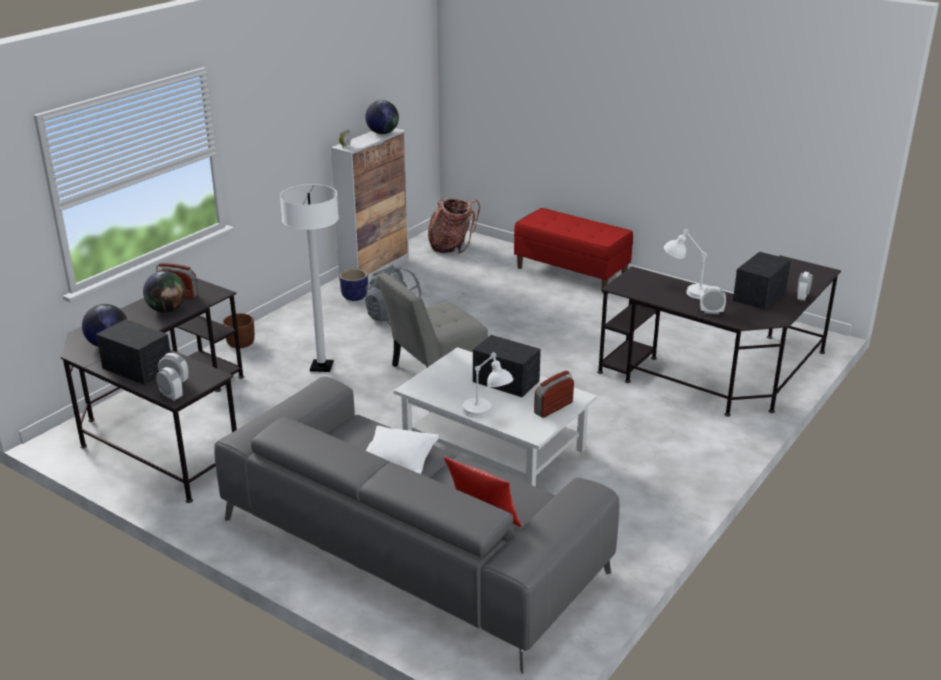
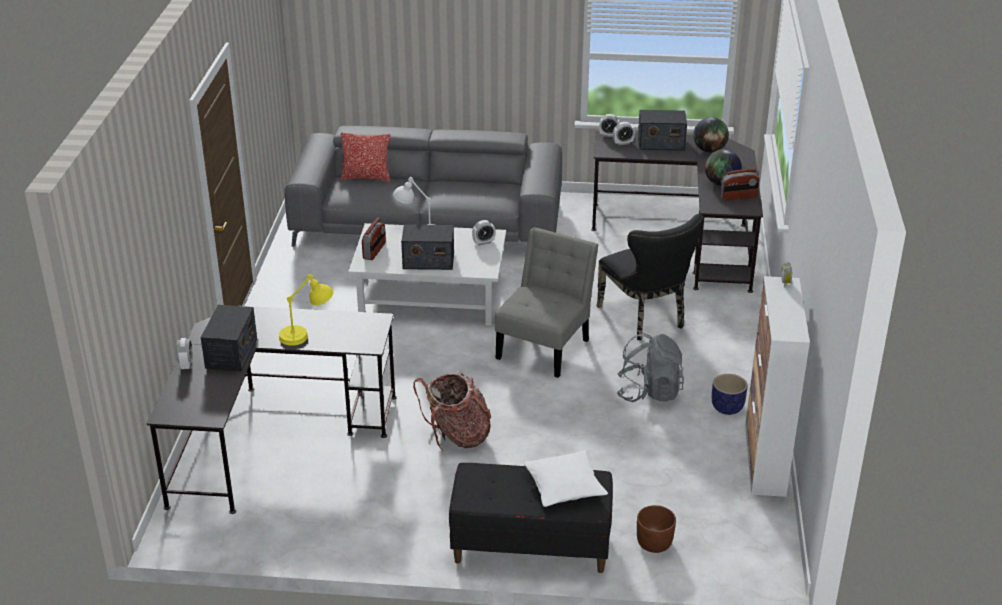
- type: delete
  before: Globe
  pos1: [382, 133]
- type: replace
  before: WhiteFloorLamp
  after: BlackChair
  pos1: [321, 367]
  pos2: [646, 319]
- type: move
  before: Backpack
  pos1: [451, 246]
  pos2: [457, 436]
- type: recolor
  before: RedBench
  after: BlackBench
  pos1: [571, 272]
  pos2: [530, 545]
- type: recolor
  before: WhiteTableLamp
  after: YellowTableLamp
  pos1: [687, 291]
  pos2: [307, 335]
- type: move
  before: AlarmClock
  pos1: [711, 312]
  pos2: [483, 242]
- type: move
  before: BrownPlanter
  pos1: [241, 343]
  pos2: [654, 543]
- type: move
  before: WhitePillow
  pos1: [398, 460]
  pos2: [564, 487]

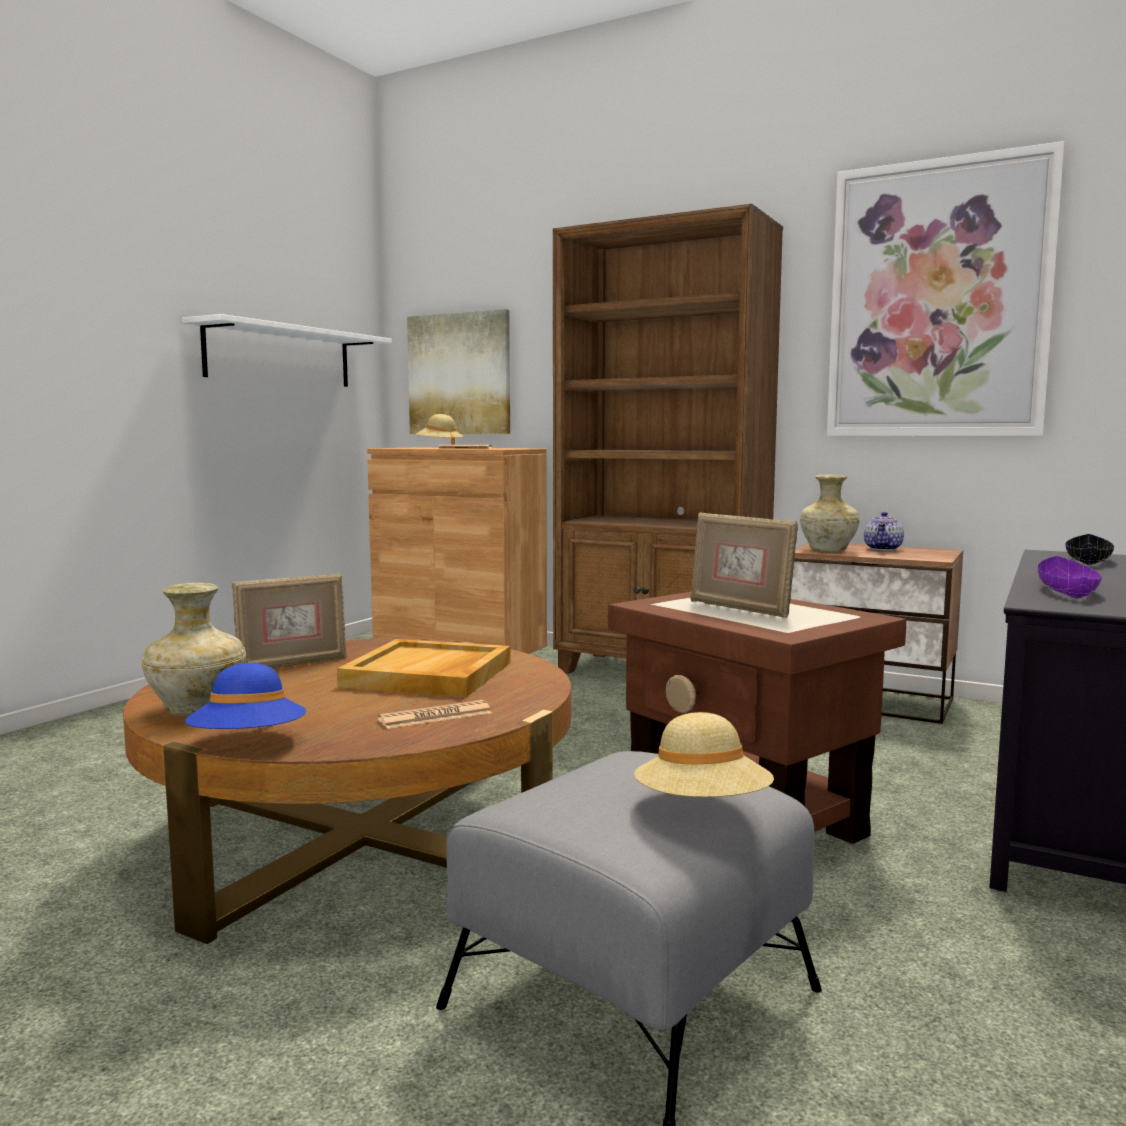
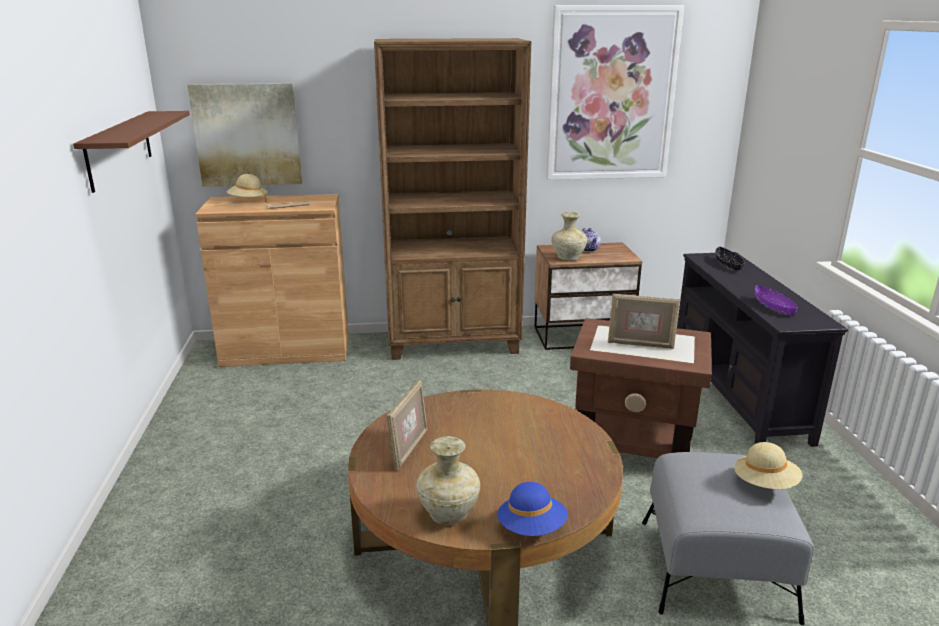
- type: recolor
  before: WhiteShelf
  after: BrownShelf
  pos1: [280, 356]
  pos2: [119, 149]
- type: delete
  before: BeigeTray
  pos1: [429, 675]
- type: delete
  before: Newspaper
  pos1: [435, 716]

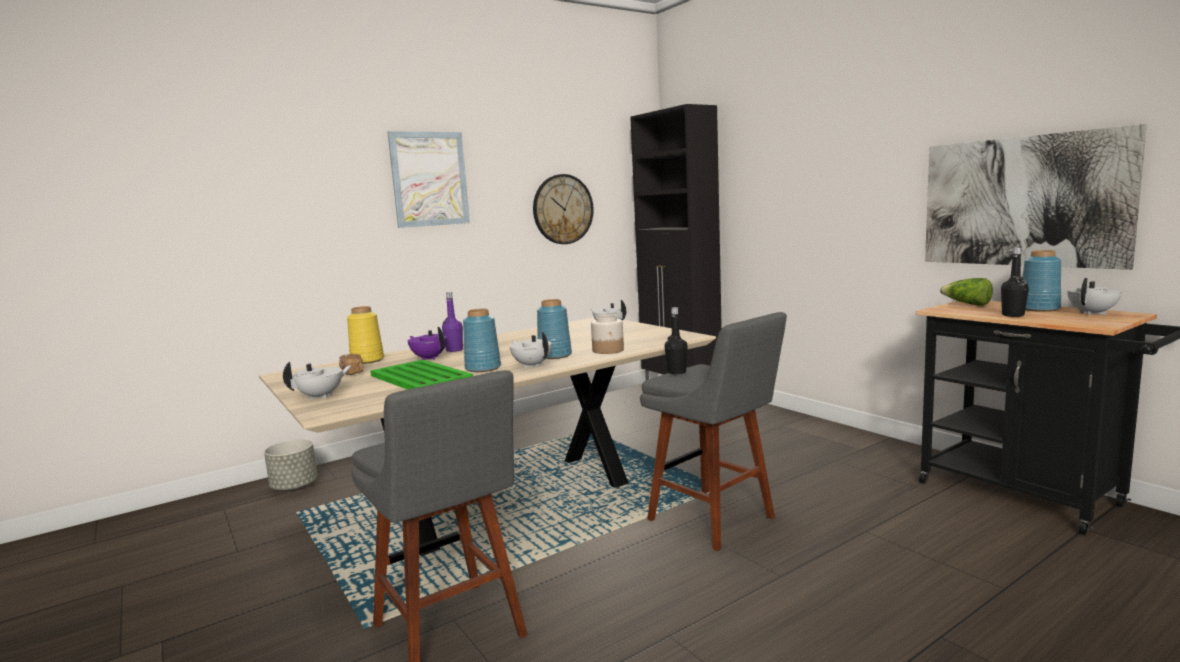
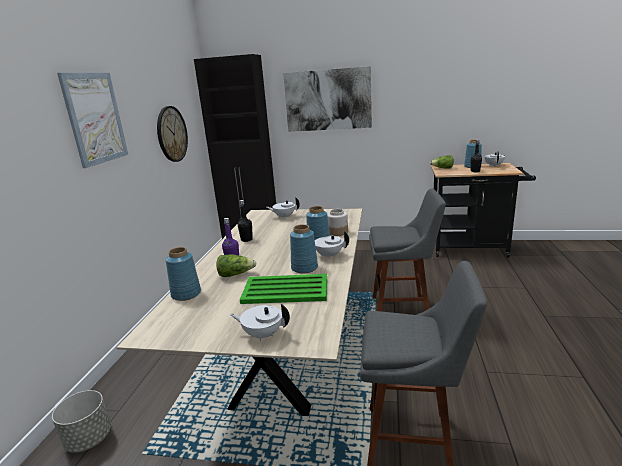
- type: move
  before: Picture
  pos1: [1022, 201]
  pos2: [328, 100]
- type: recolor
  before: YellowVase
  after: BlueVase
  pos1: [366, 360]
  pos2: [186, 294]
- type: move
  before: BlackBottle
  pos1: [676, 372]
  pos2: [246, 240]
- type: replace
  before: PurpleTeapot
  after: Lettuce
  pos1: [429, 358]
  pos2: [235, 274]
- type: delete
  before: Bread
  pos1: [351, 372]
- type: rotate
  before: WhiteTeapot
  pos1: [321, 396]
  pos2: [262, 334]
  turn: -75

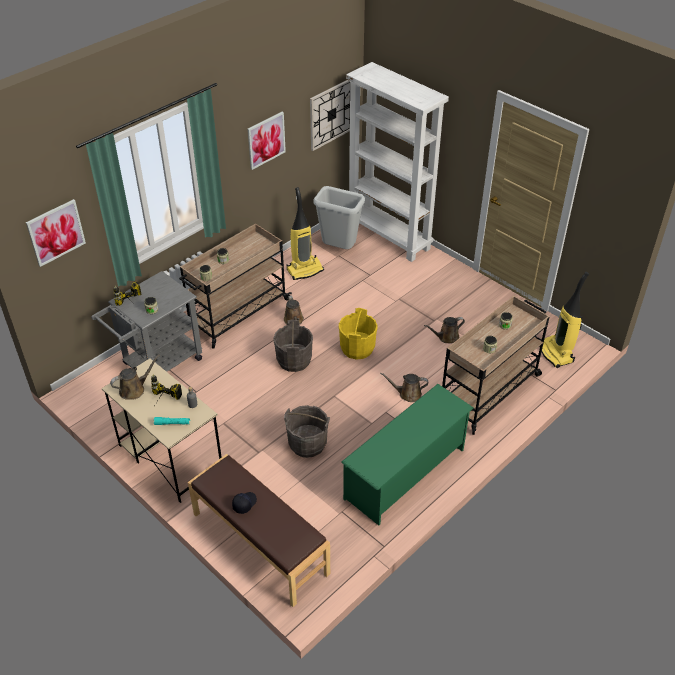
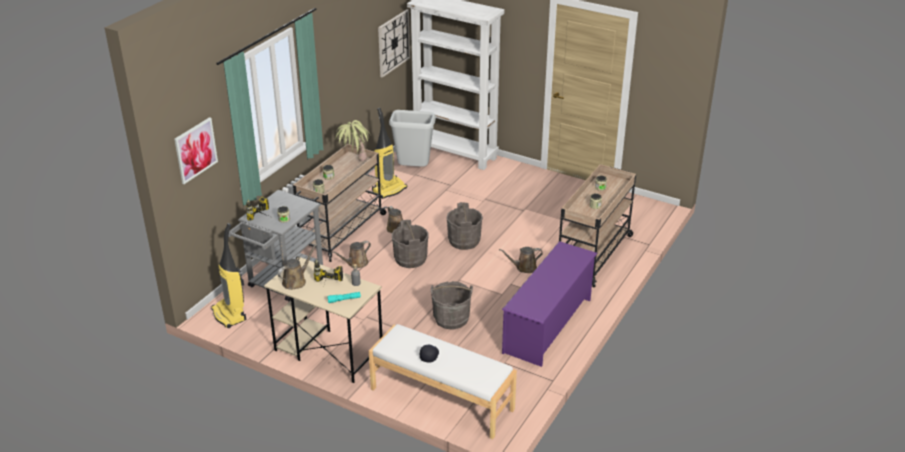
- type: delete
  before: Picture
  pos1: [266, 140]
- type: move
  before: VacuumCleaner
  pos1: [556, 353]
  pos2: [230, 315]
- type: recolor
  before: YellowBucket
  after: GreyBucket
  pos1: [357, 348]
  pos2: [464, 241]
- type: move
  before: BrownWateringCan
  pos1: [446, 337]
  pos2: [356, 263]
- type: recolor
  before: GreenShoeRack
  after: PurpleShoeRack
  pos1: [405, 474]
  pos2: [548, 325]
- type: recolor
  before: BrownBench
  after: WhiteBench
  pos1: [259, 544]
  pos2: [441, 399]
- type: insert
  after: PottedPlant
  pos2: [354, 164]

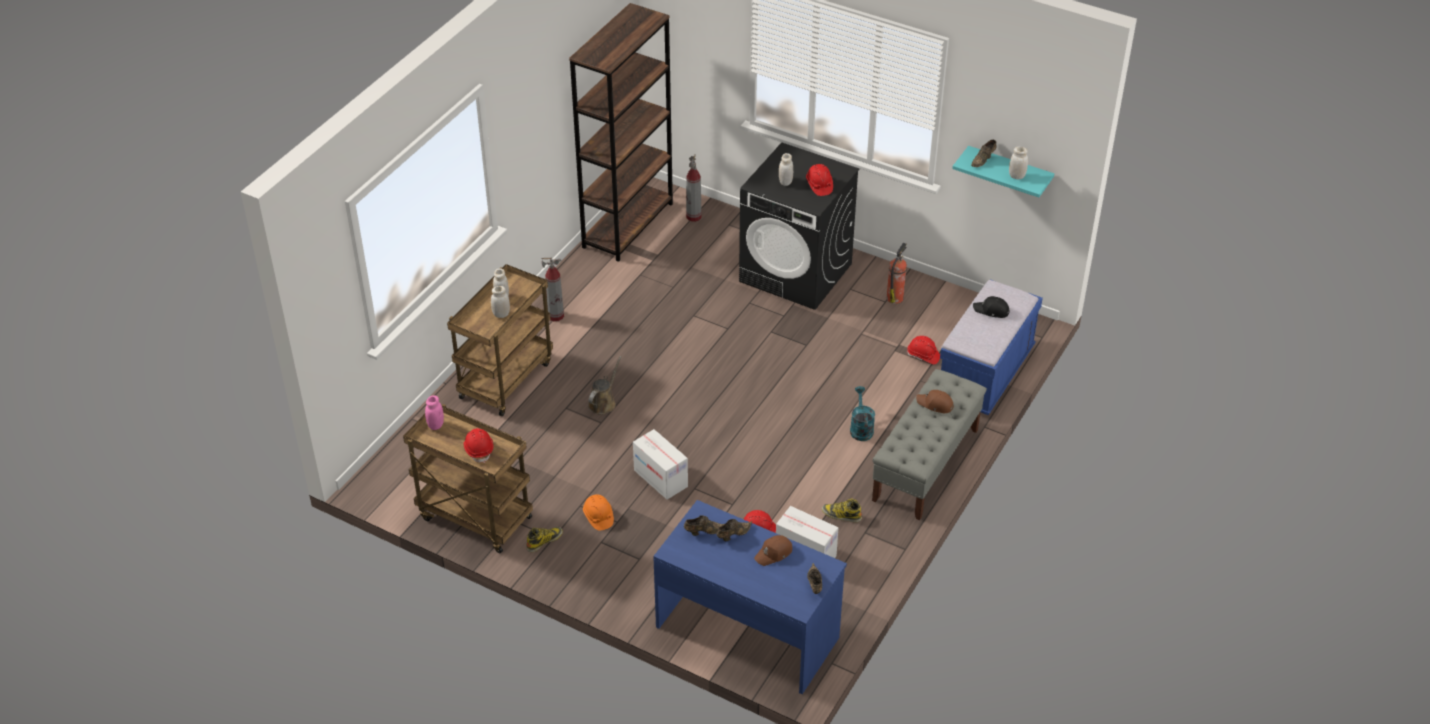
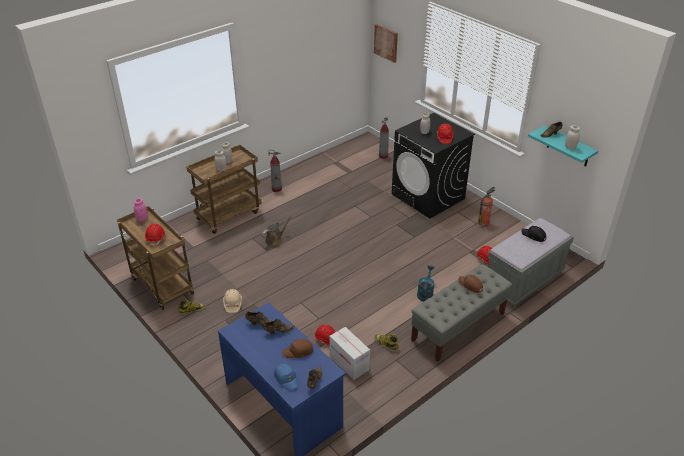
- type: delete
  before: BrownBookcase
  pos1: [628, 225]
- type: recolor
  before: BlueBench
  after: GreyBench
  pos1: [985, 374]
  pos2: [524, 280]
- type: delete
  before: CardboardBox
  pos1: [660, 478]
- type: recolor
  before: OrangeHardHat
  after: BeigeHardHat
  pos1: [598, 517]
  pos2: [232, 304]
- type: insert
  after: Picture
  pos2: [386, 42]
- type: insert
  after: BlueCap
  pos2: [286, 378]

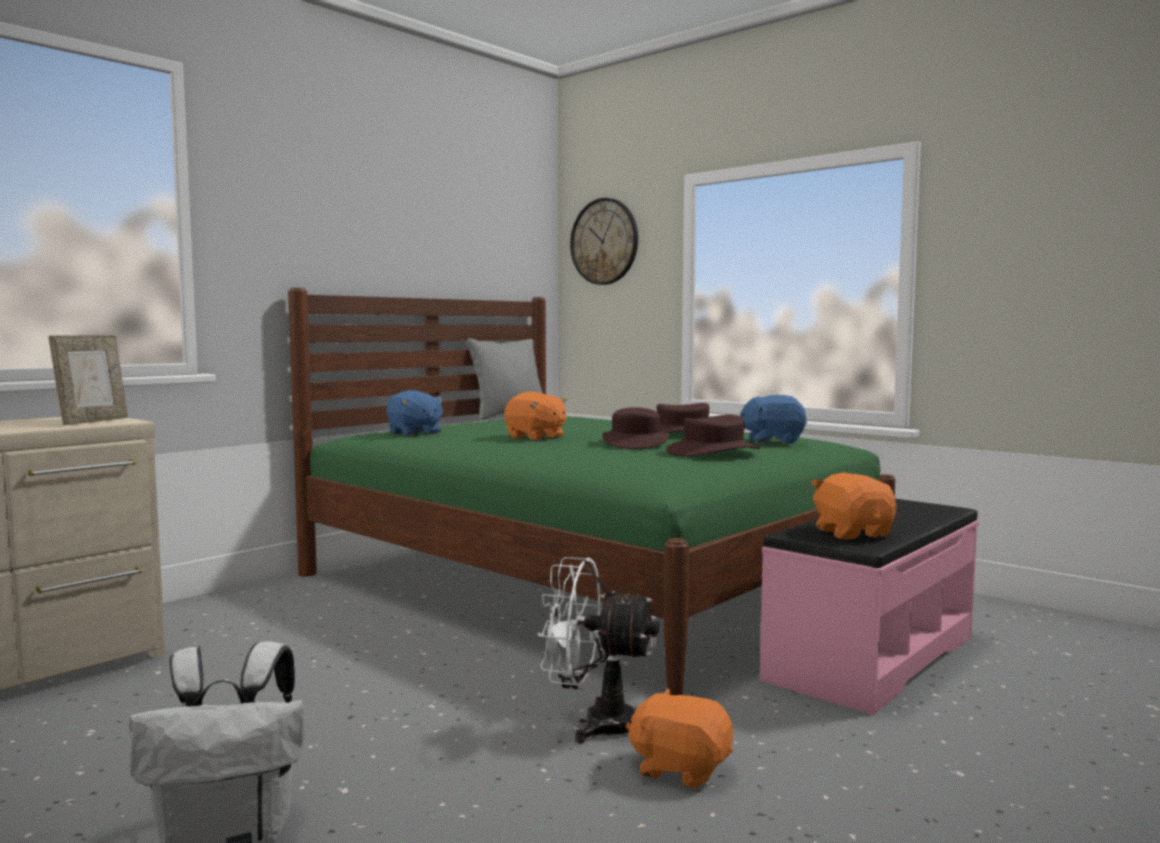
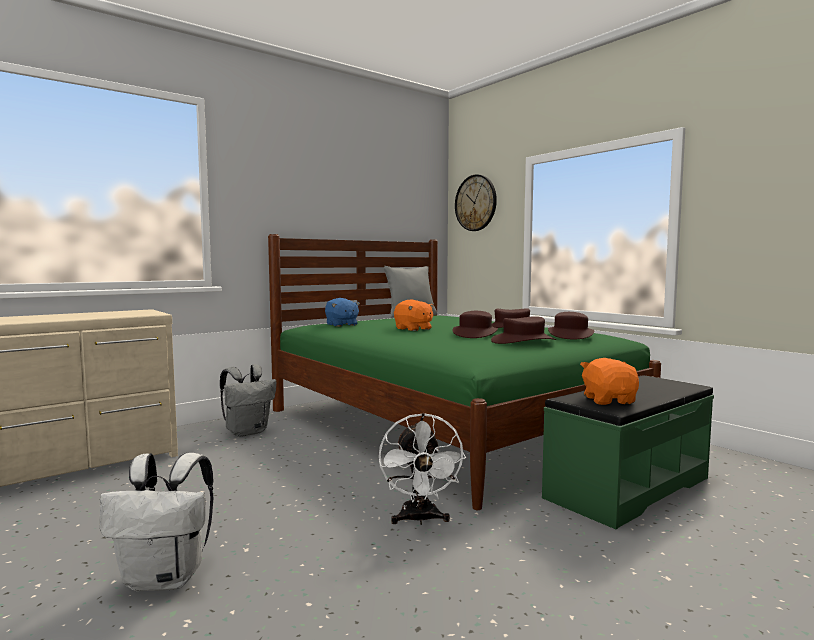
- type: delete
  before: PictureFrame
  pos1: [92, 421]
- type: replace
  before: BluePlushToy
  after: BrownHat
  pos1: [772, 441]
  pos2: [570, 335]
- type: recolor
  before: PinkBench
  after: GreenBench
  pos1: [870, 657]
  pos2: [627, 487]
- type: rotate
  before: WhiteFan
  pos1: [596, 724]
  pos2: [420, 519]
  turn: -120
- type: delete
  before: OrangePlushToy
  pos1: [680, 768]
- type: insert
  after: GreyBackpack
  pos2: [247, 432]

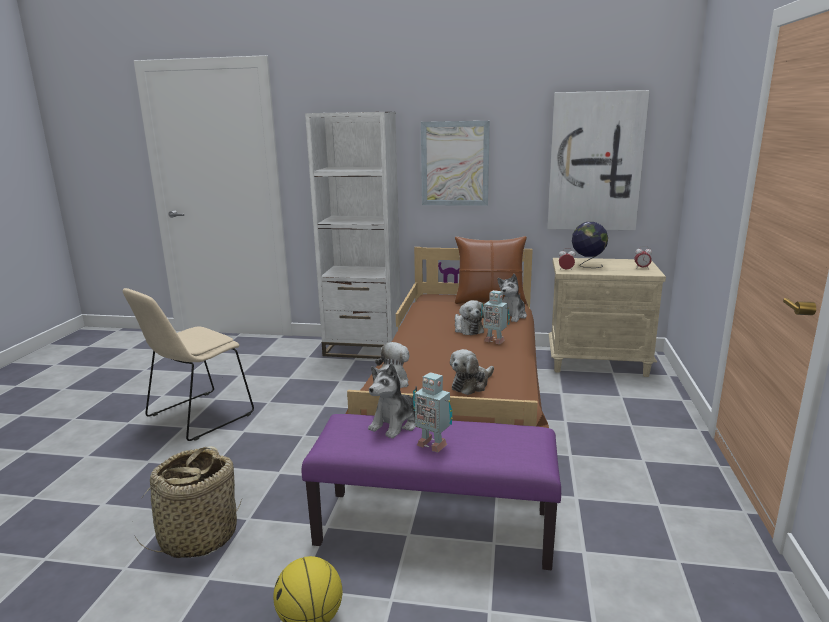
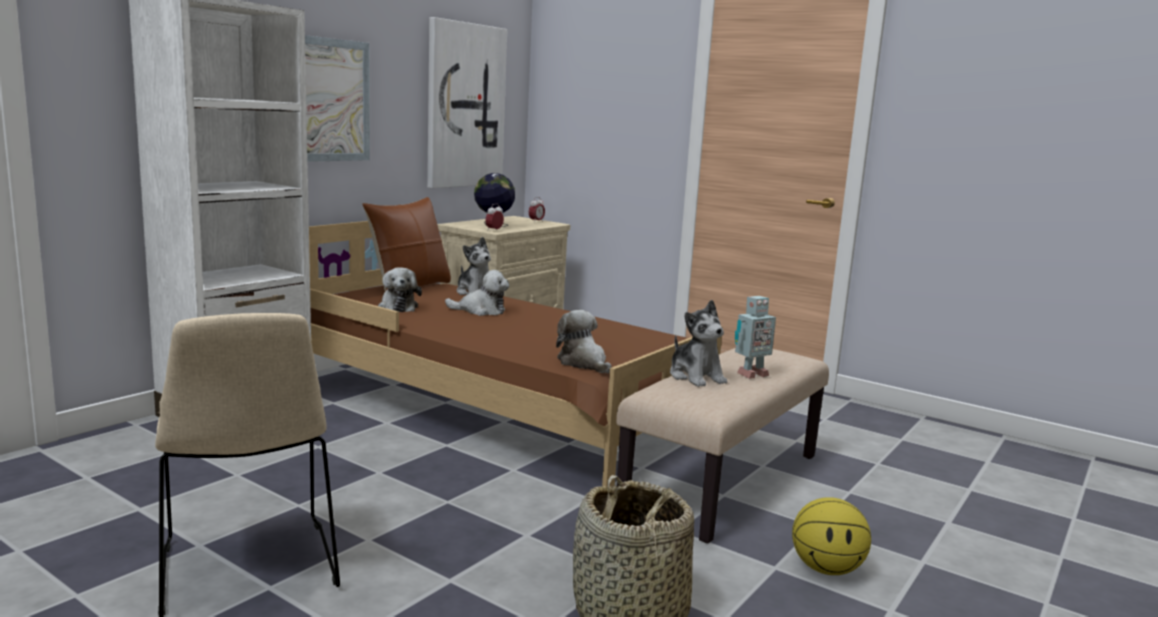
- type: delete
  before: ToyRobot
  pos1: [494, 340]
- type: move
  before: PlushToy
  pos1: [471, 384]
  pos2: [398, 307]
- type: recolor
  before: PurpleBench
  after: BeigeBench
  pos1: [435, 527]
  pos2: [722, 481]

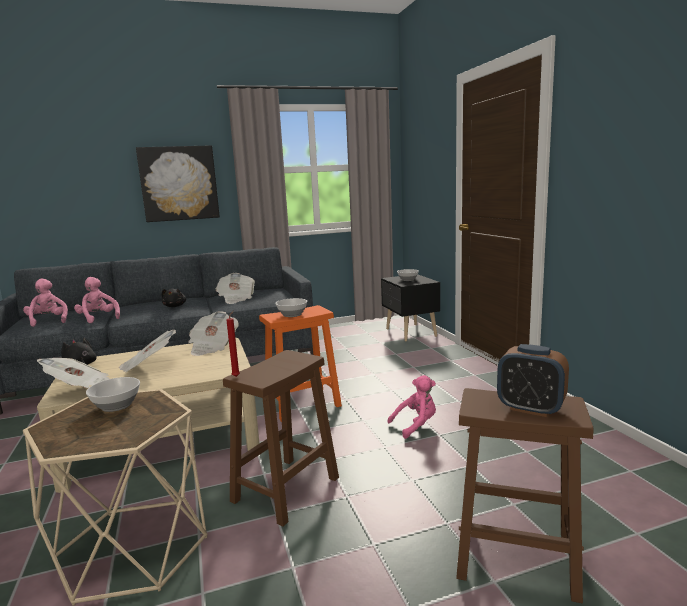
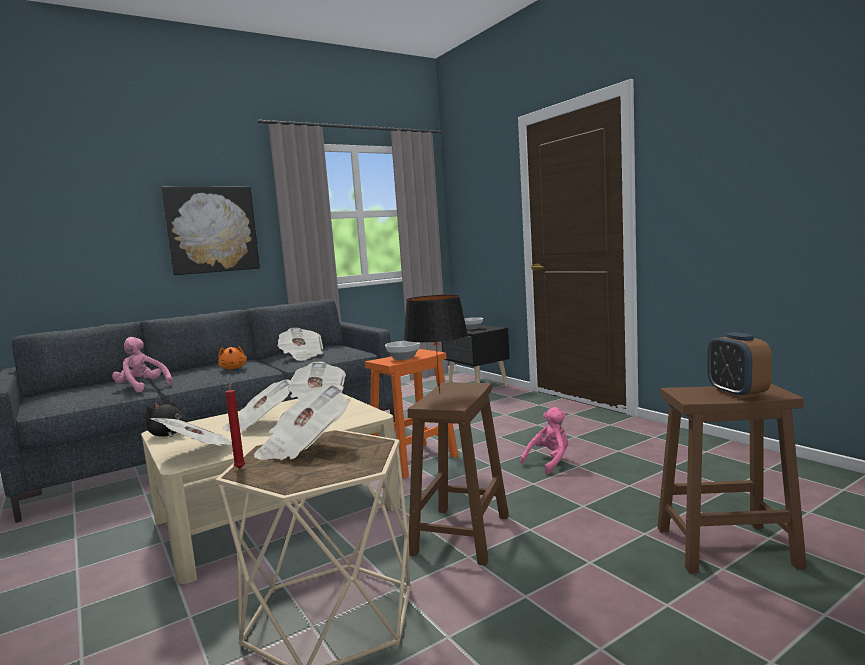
- type: delete
  before: PinkPlushToy
  pos1: [48, 321]
- type: recolor
  before: BlackPlushToy
  after: OrangePlushToy
  pos1: [175, 306]
  pos2: [233, 368]
- type: move
  before: RedCandle
  pos1: [237, 376]
  pos2: [241, 468]
- type: rotate
  before: AlarmClock
  pos1: [530, 408]
  pos2: [737, 393]
  turn: 60
- type: replace
  before: Bowl
  after: Newspaper
  pos1: [115, 406]
  pos2: [304, 447]
- type: insert
  after: BlackTableLamp
  pos2: [440, 393]

